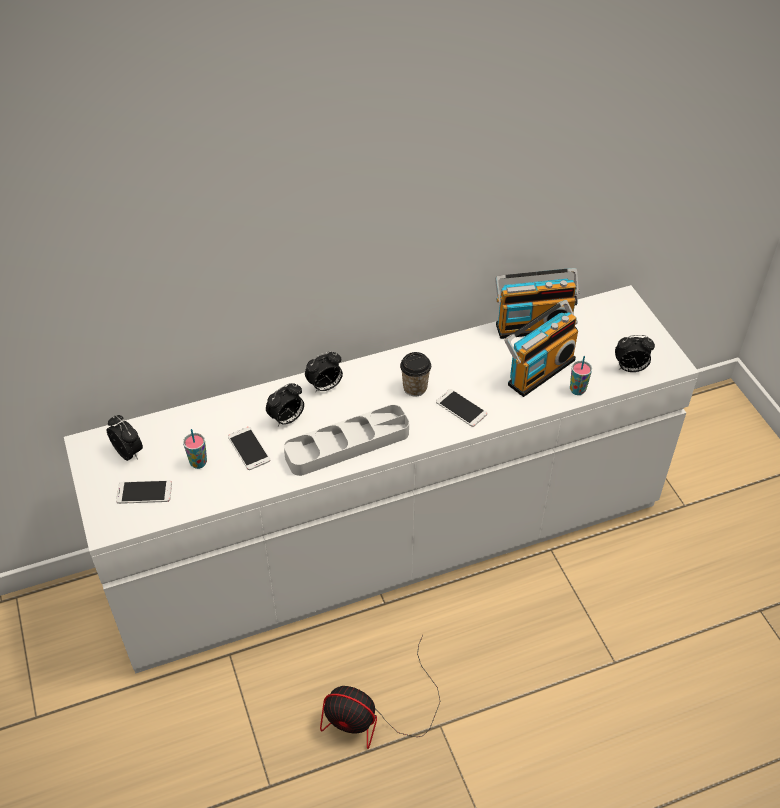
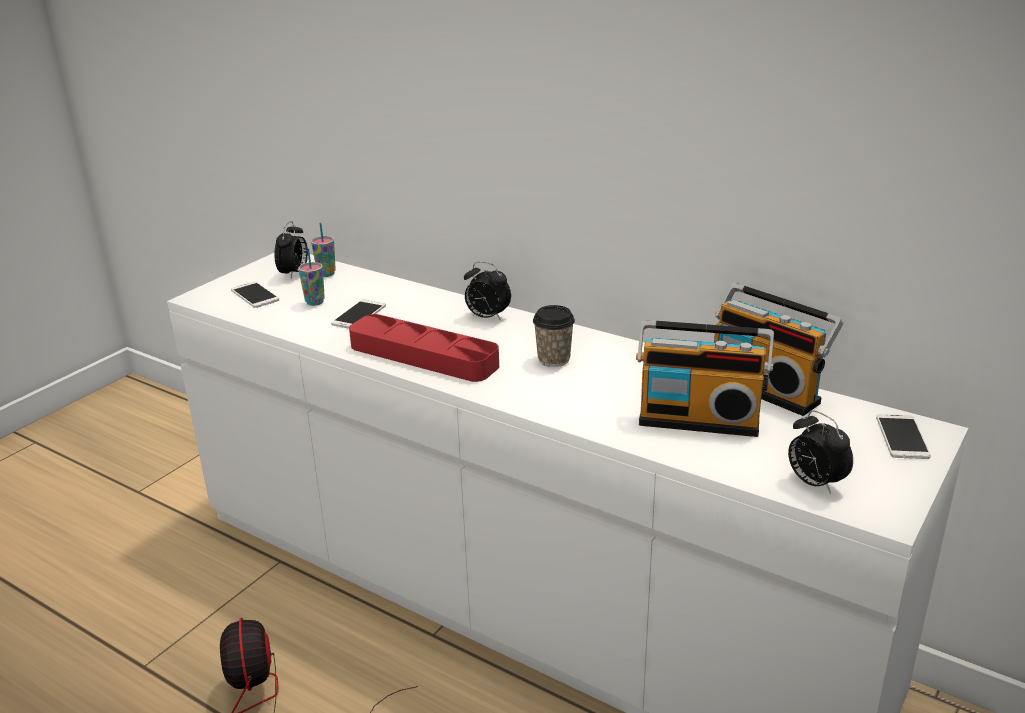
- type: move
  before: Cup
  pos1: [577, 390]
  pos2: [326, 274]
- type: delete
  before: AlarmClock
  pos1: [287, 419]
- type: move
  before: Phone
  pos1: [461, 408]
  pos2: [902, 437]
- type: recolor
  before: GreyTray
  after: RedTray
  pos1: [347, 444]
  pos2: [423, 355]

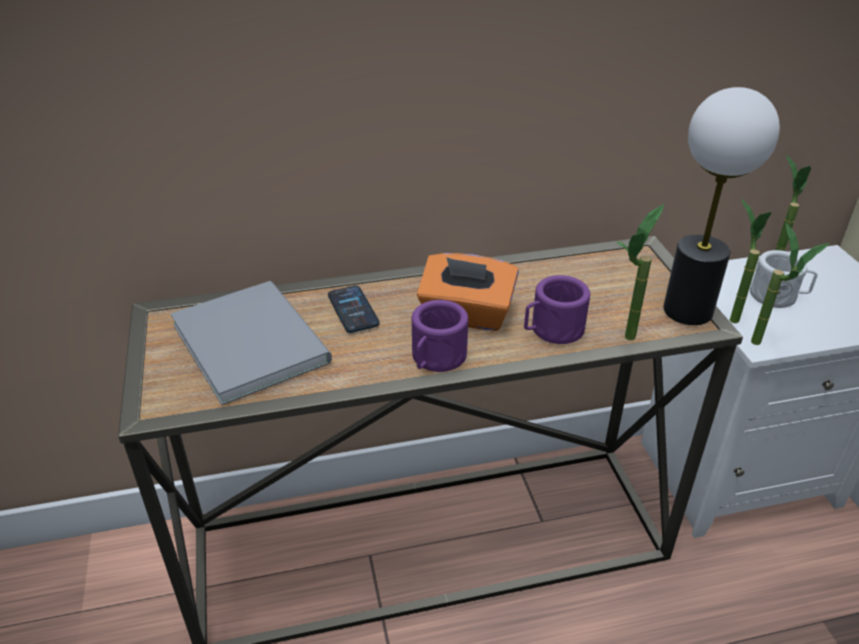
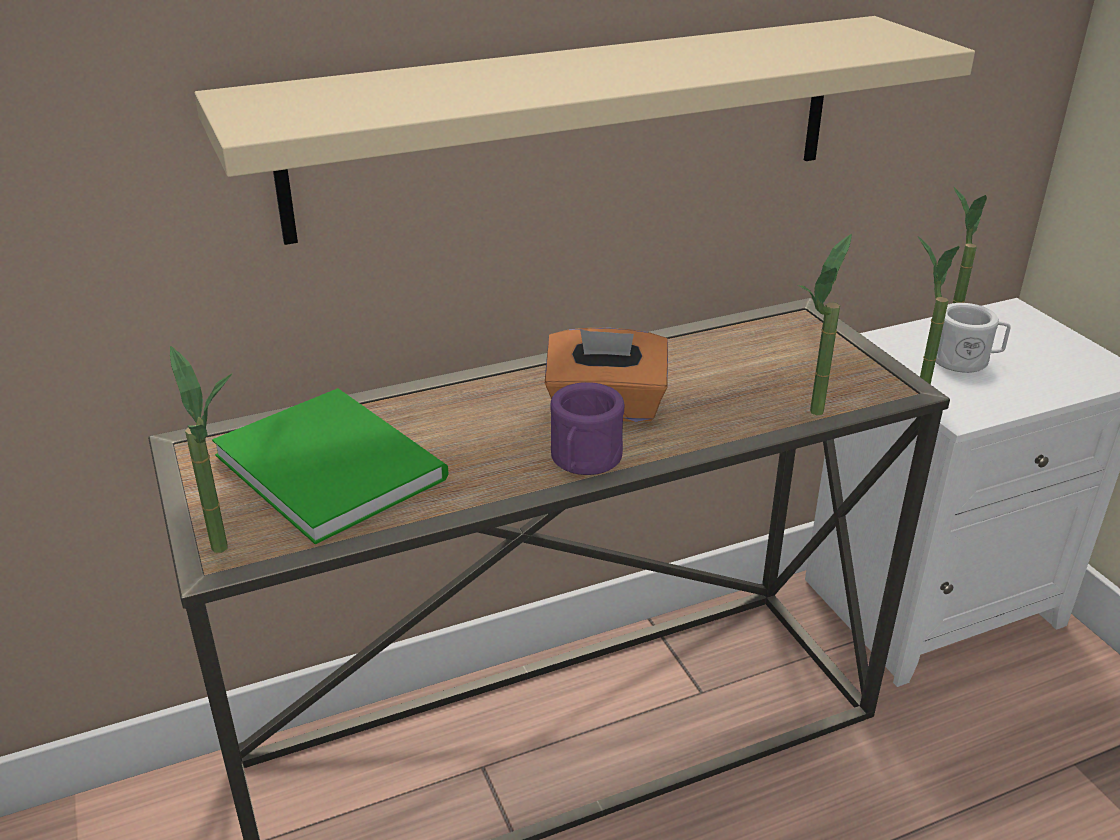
- type: delete
  before: TableLamp
  pos1: [687, 311]
- type: move
  before: PottedPlant
  pos1: [765, 346]
  pos2: [232, 554]
- type: delete
  before: PurpleMug
  pos1: [552, 330]
- type: recolor
  before: GreyBook
  after: GreenBook
  pos1: [252, 339]
  pos2: [331, 462]
- type: delete
  before: Phone
  pos1: [353, 310]
- type: insert
  after: BeigeShelf
  pos2: [571, 125]

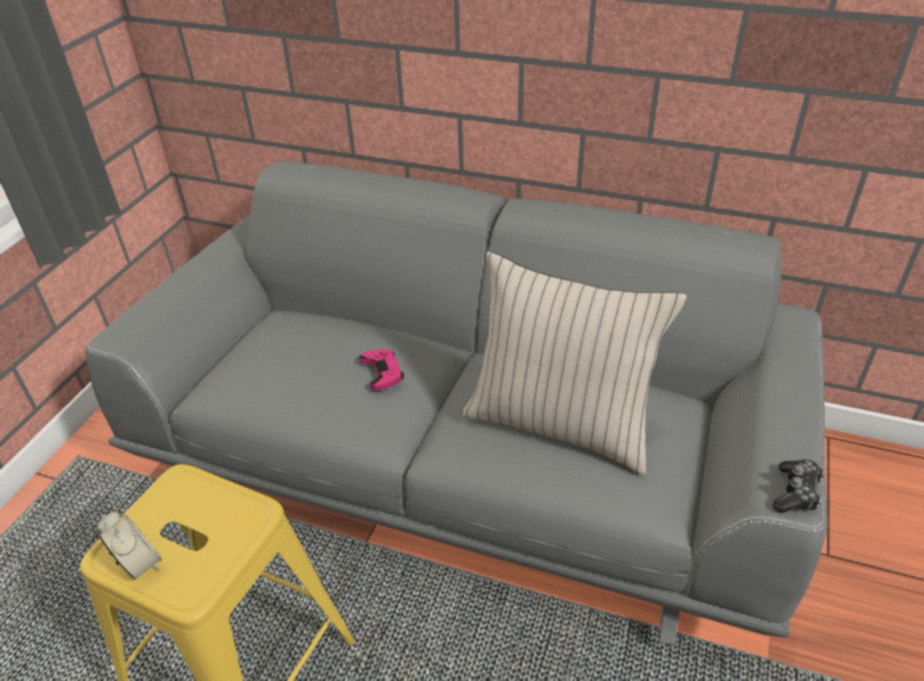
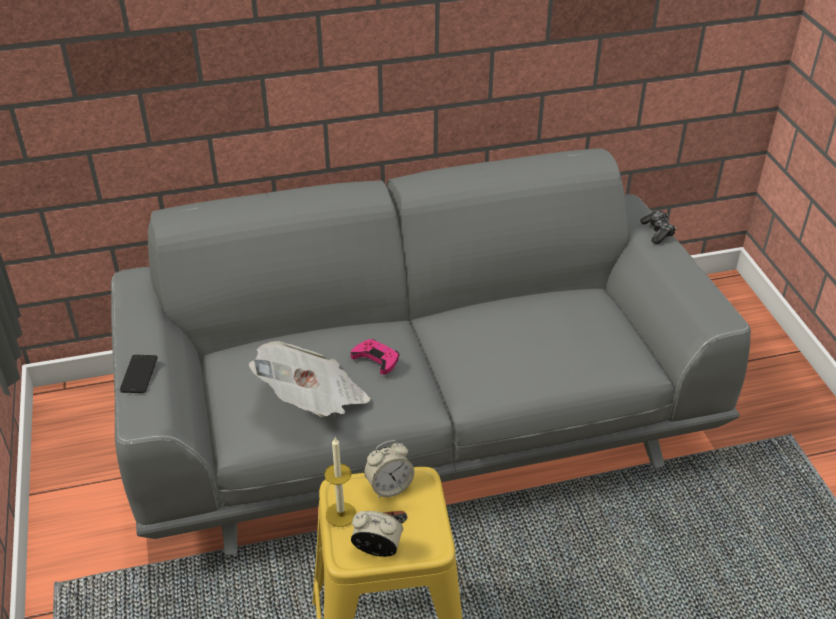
- type: delete
  before: BeigePillow
  pos1: [560, 423]
- type: move
  before: GameController
  pos1: [796, 493]
  pos2: [657, 232]
- type: insert
  after: Newspaper
  pos2: [313, 400]
- type: insert
  after: Phone
  pos2: [139, 374]
- type: insert
  after: Candle
  pos2: [341, 514]
- type: insert
  after: AlarmClock
  pos2: [389, 487]

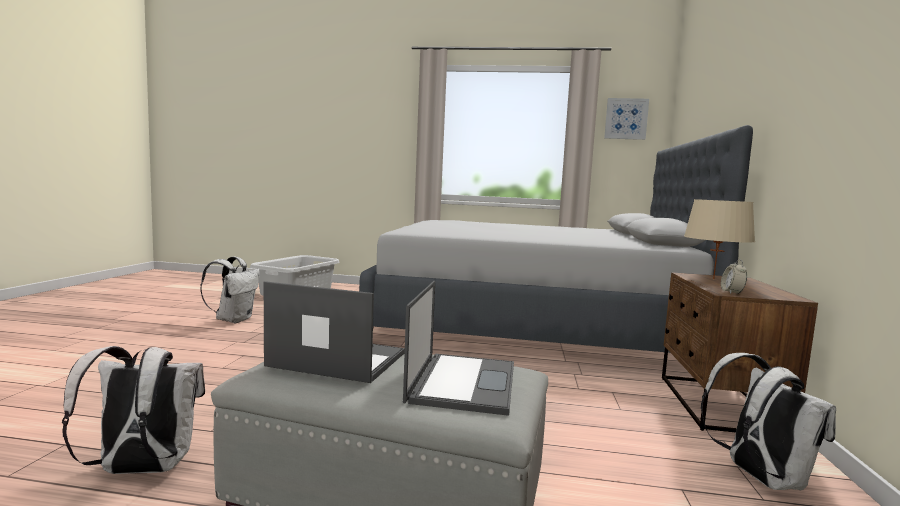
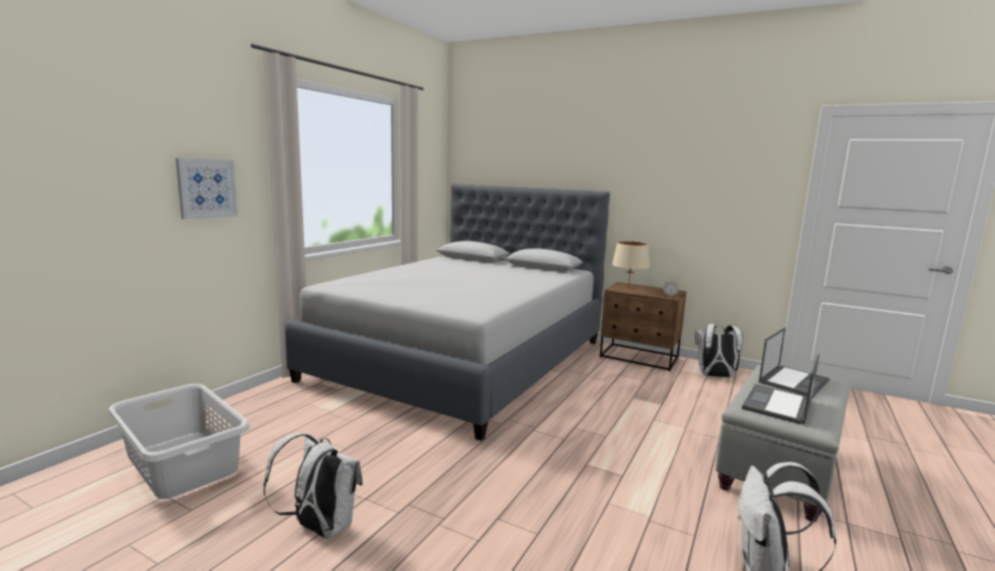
- type: move
  before: Picture
  pos1: [626, 119]
  pos2: [207, 188]
- type: rotate
  before: Laptop
  pos1: [463, 382]
  pos2: [793, 381]
  turn: 105

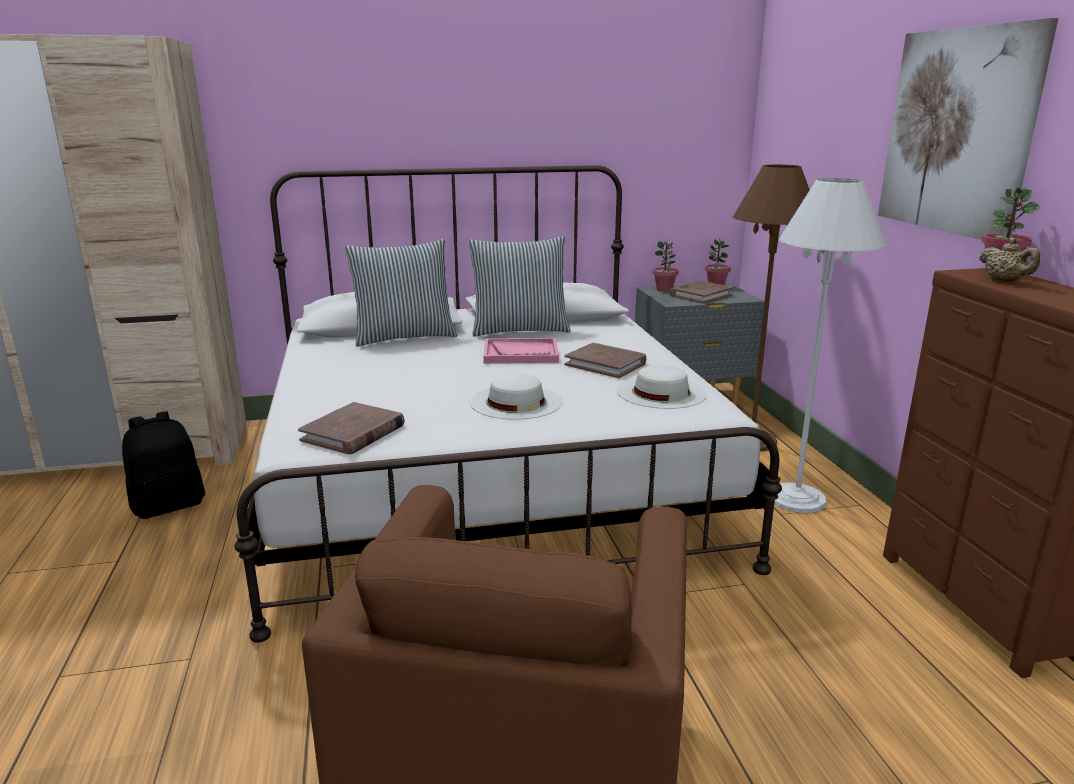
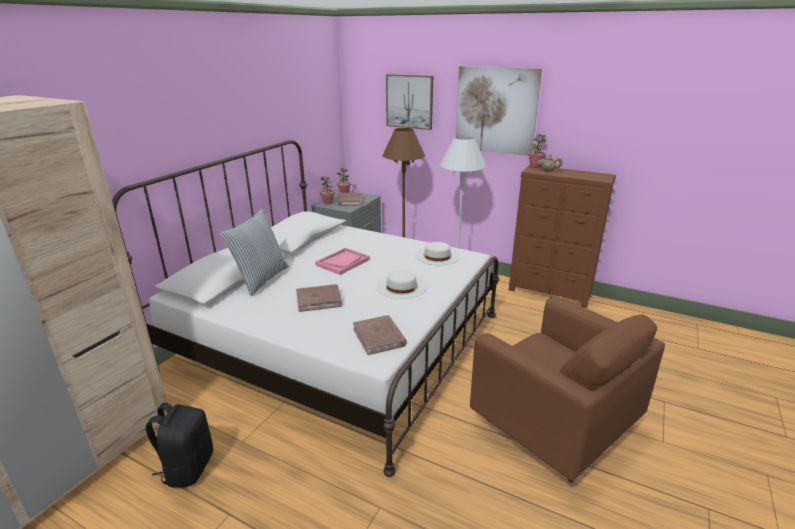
- type: delete
  before: Pillow
  pos1: [519, 330]
- type: move
  before: BrownBook
  pos1: [605, 364]
  pos2: [319, 300]
- type: insert
  after: Picture
  pos2: [409, 101]

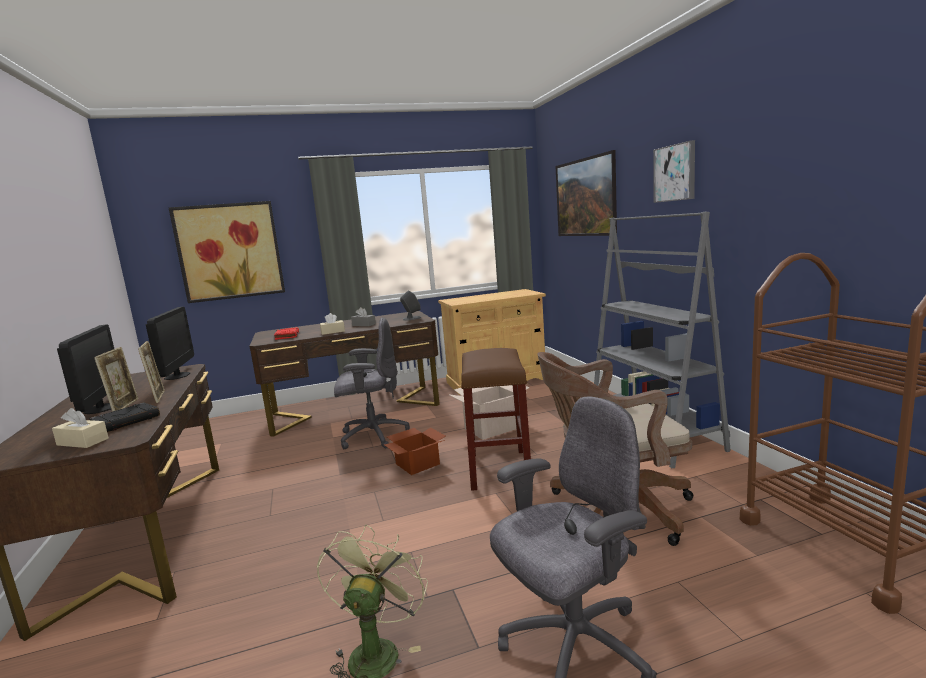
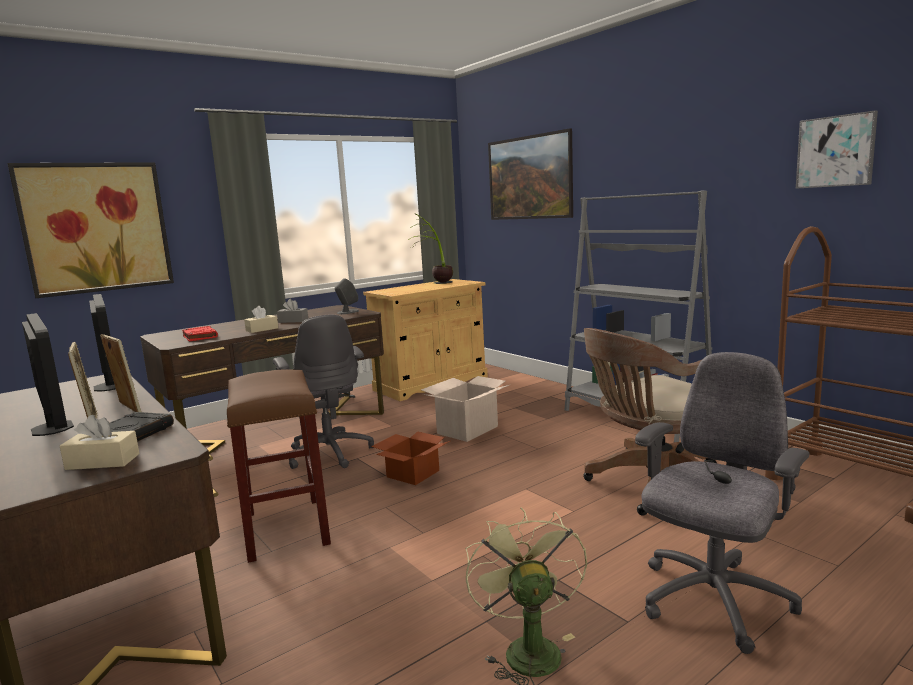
- type: move
  before: Picture
  pos1: [675, 173]
  pos2: [836, 151]
- type: rotate
  before: GreyOfficeChair
  pos1: [372, 436]
  pos2: [329, 453]
  turn: 90
- type: move
  before: BrownStool
  pos1: [500, 470]
  pos2: [287, 529]
- type: insert
  after: PottedPlant
  pos2: [435, 284]

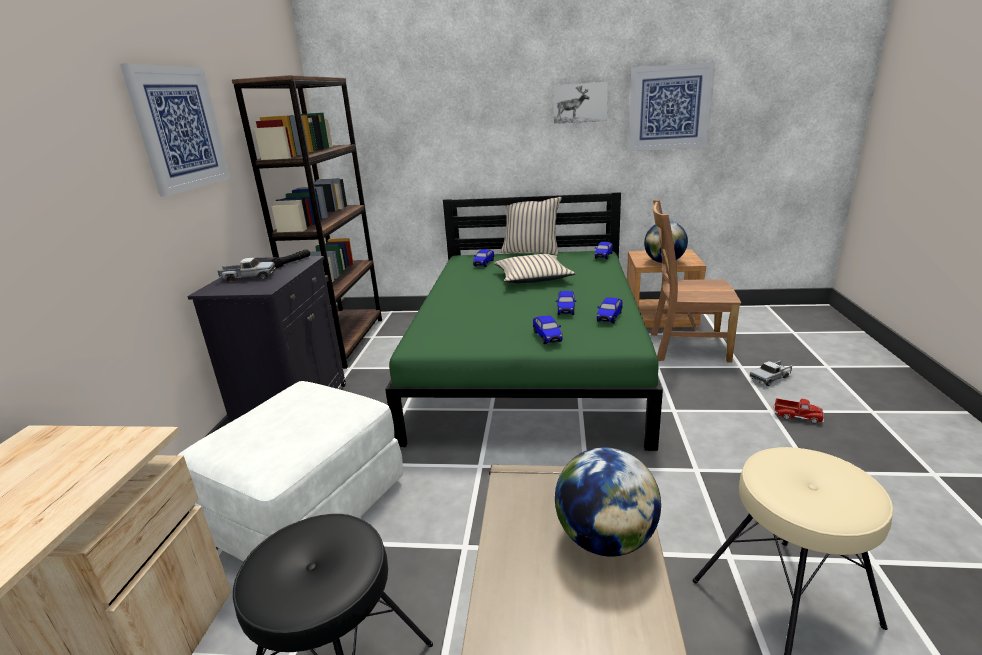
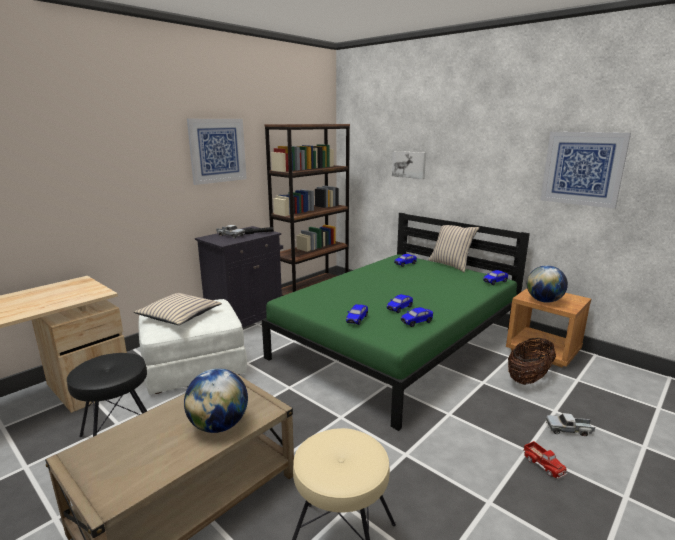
- type: move
  before: Picture
  pos1: [580, 103]
  pos2: [409, 164]
- type: replace
  before: BrownChair
  after: Basket
  pos1: [684, 347]
  pos2: [528, 378]
- type: move
  before: BeigePillow
  pos1: [532, 277]
  pos2: [179, 316]

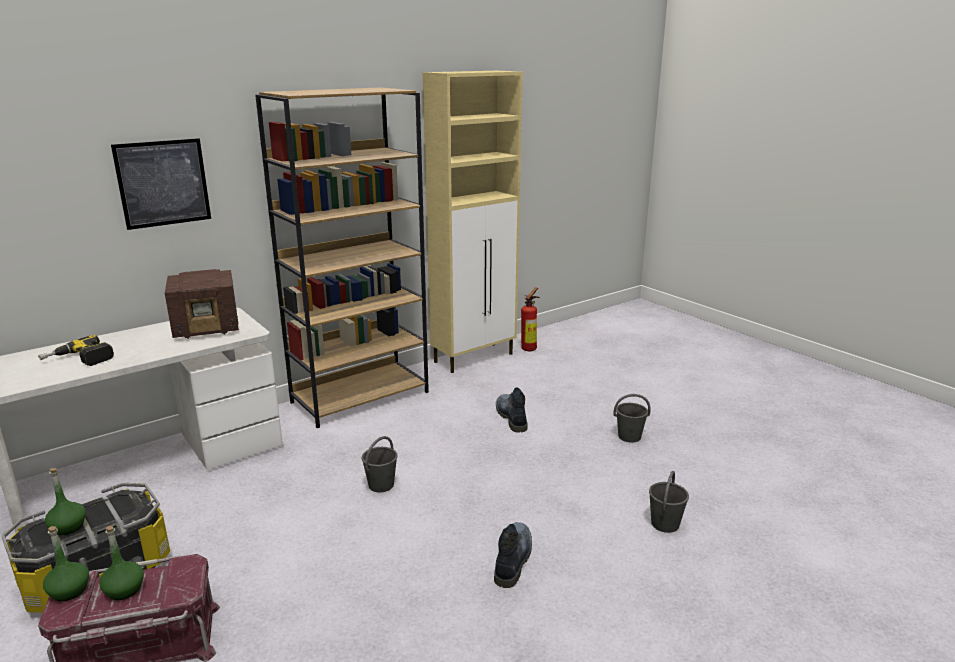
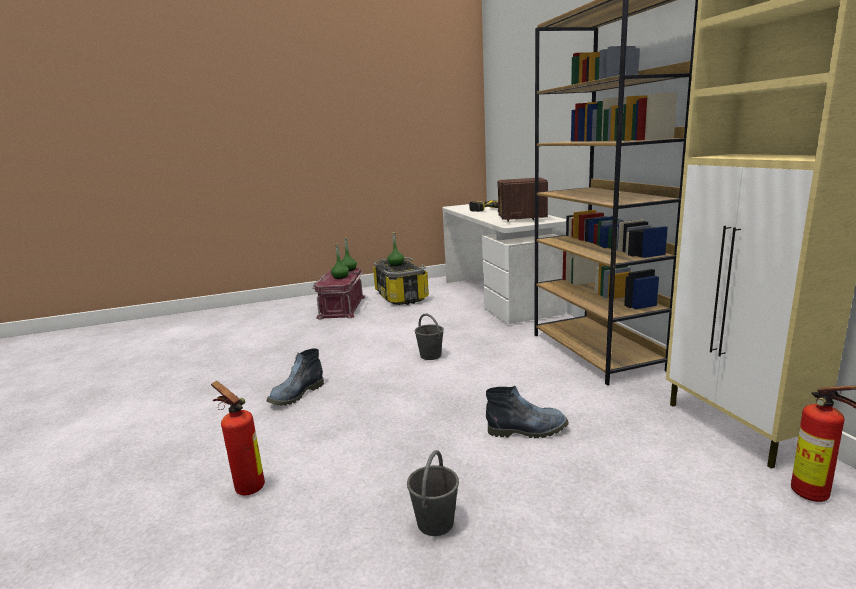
- type: delete
  before: Picture
  pos1: [163, 183]
- type: replace
  before: GreyBucket
  after: FireExtinguisher
  pos1: [665, 524]
  pos2: [247, 486]
- type: rotate
  before: Boot
  pos1: [512, 558]
  pos2: [296, 395]
  turn: 90

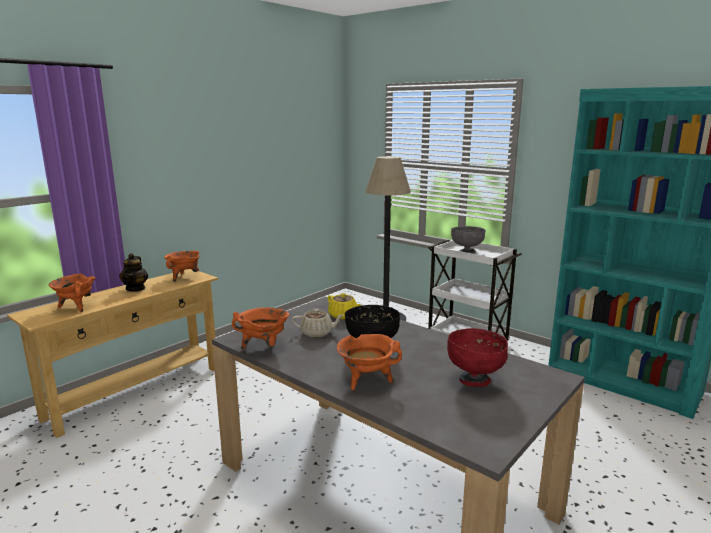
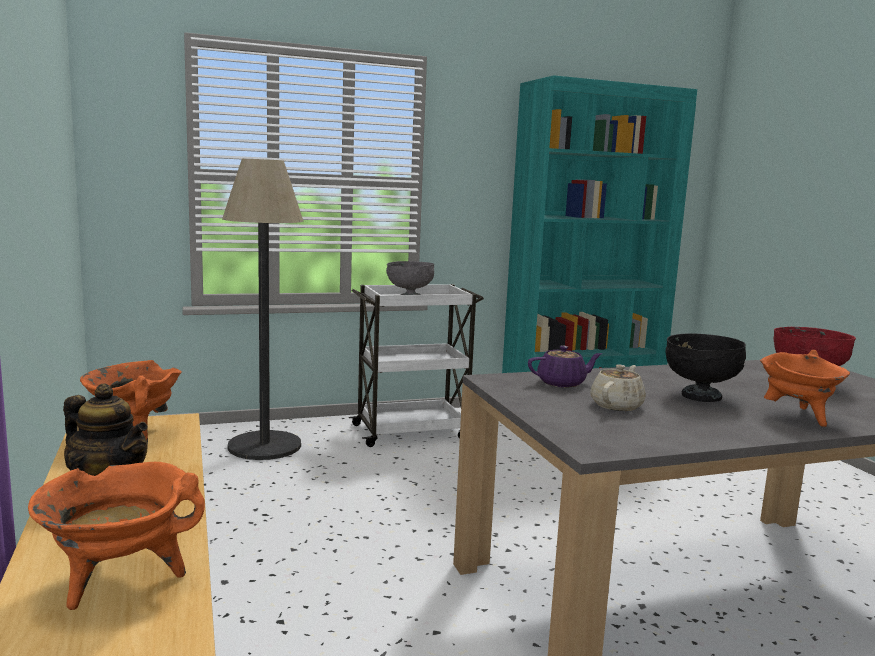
- type: recolor
  before: YellowTeapot
  after: PurpleTeapot
  pos1: [343, 316]
  pos2: [562, 383]
- type: delete
  before: OrangeCookingPot
  pos1: [264, 347]

